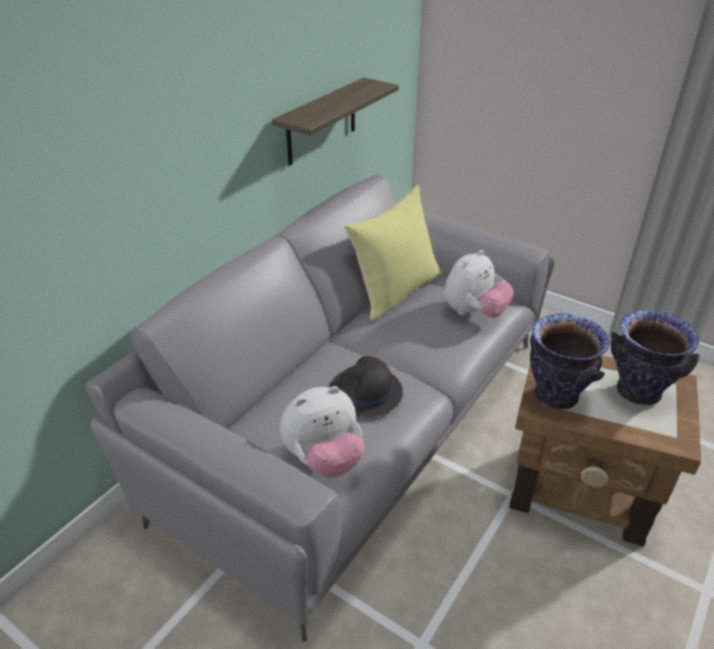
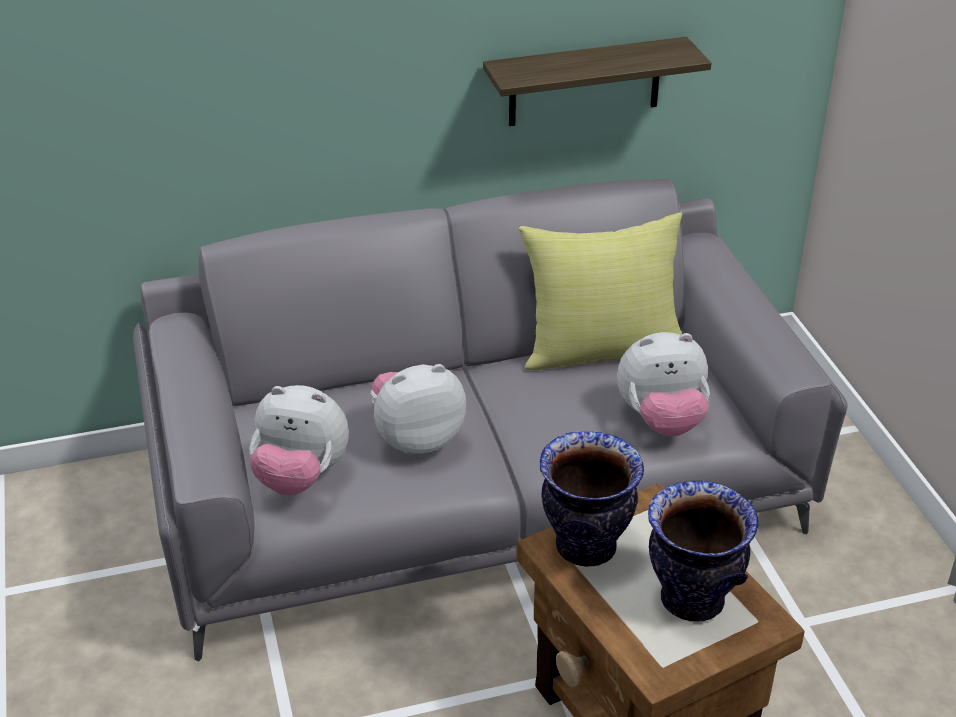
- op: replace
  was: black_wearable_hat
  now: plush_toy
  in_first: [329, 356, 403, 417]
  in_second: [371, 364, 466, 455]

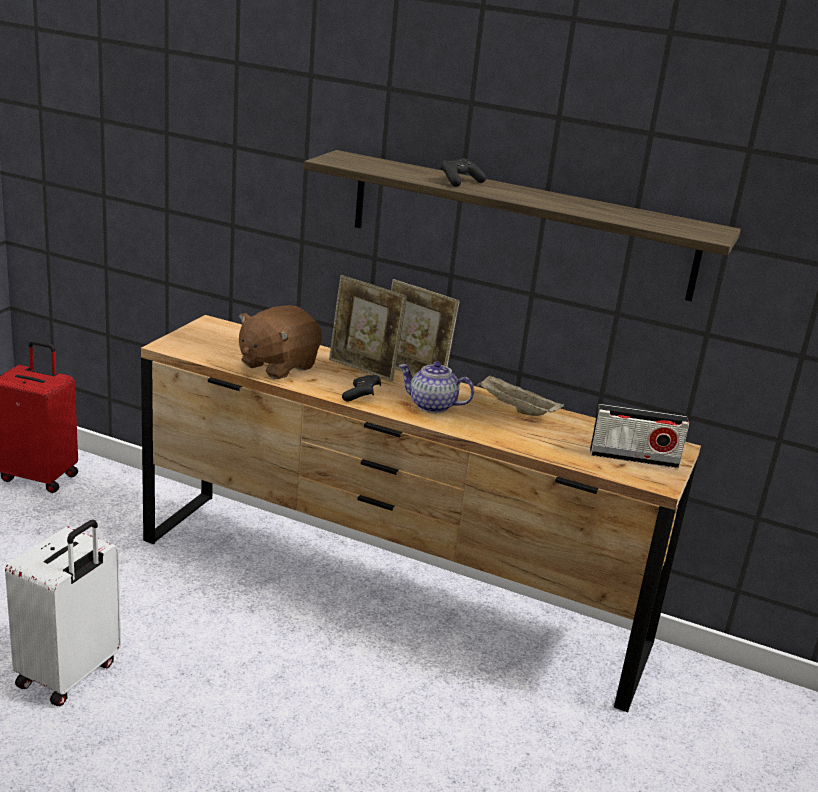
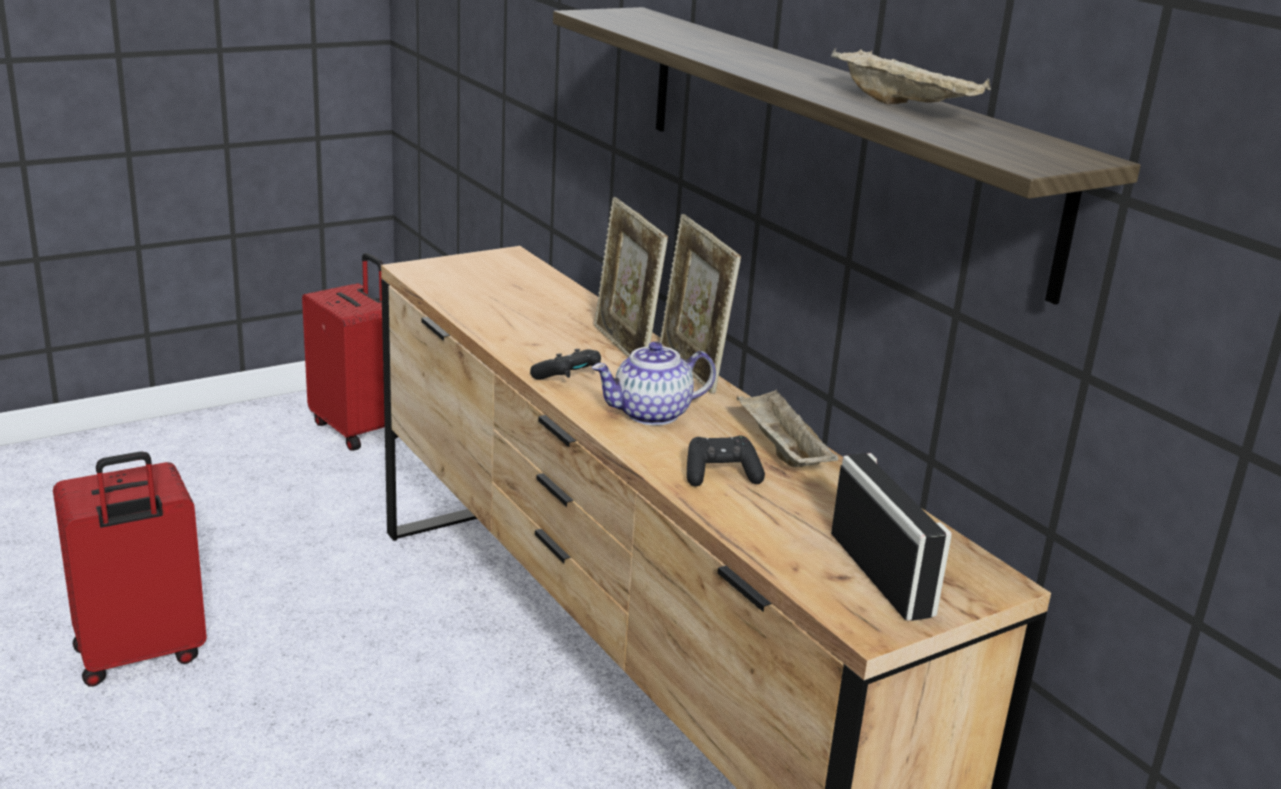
- op: move
  was: black_game_controller
  in_first: [441, 158, 486, 187]
  in_second: [687, 435, 765, 487]
- op: delete
  was: brown_plush_toy
  in_first: [239, 305, 322, 379]
- op: rotate
  was: tea_pot
  in_first: [398, 361, 474, 413]
  in_second: [592, 341, 716, 426]
  clockwise: -75
- op: rotate
  was: radio_set
  in_first: [590, 404, 689, 468]
  in_second: [831, 453, 952, 621]
  clockwise: -150
- op: recolor
  was: whitish_suitcase
  now: red-coloured_suitcase
  in_first: [5, 520, 121, 707]
  in_second: [53, 451, 207, 687]
- op: insert
  now: beige_serving_tray
  in_second: [831, 48, 991, 105]

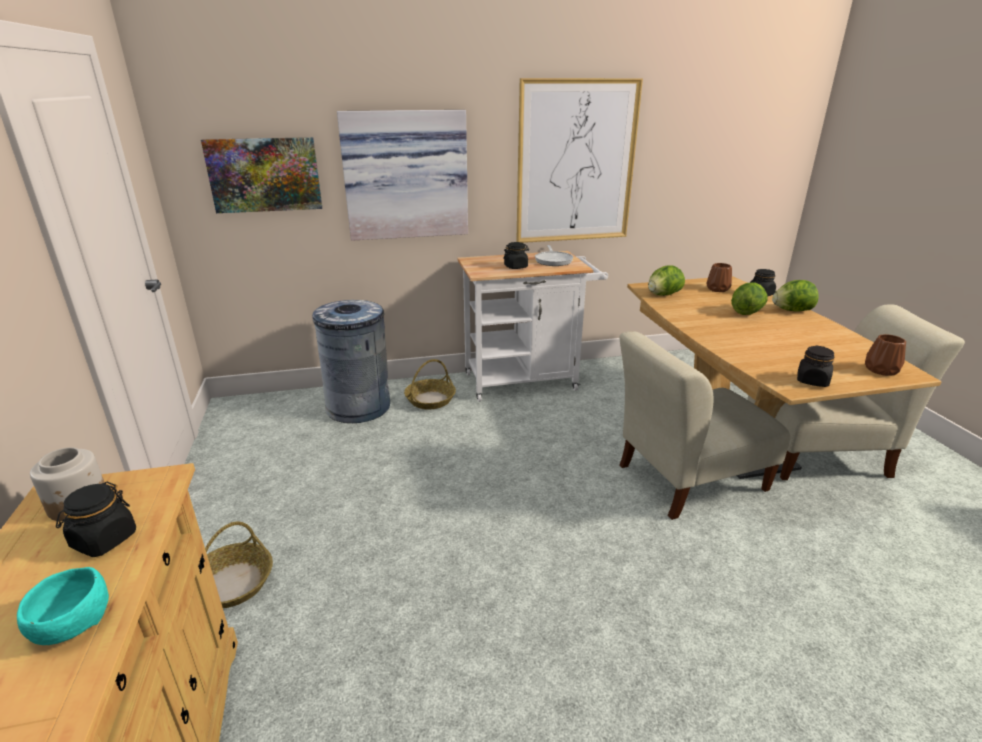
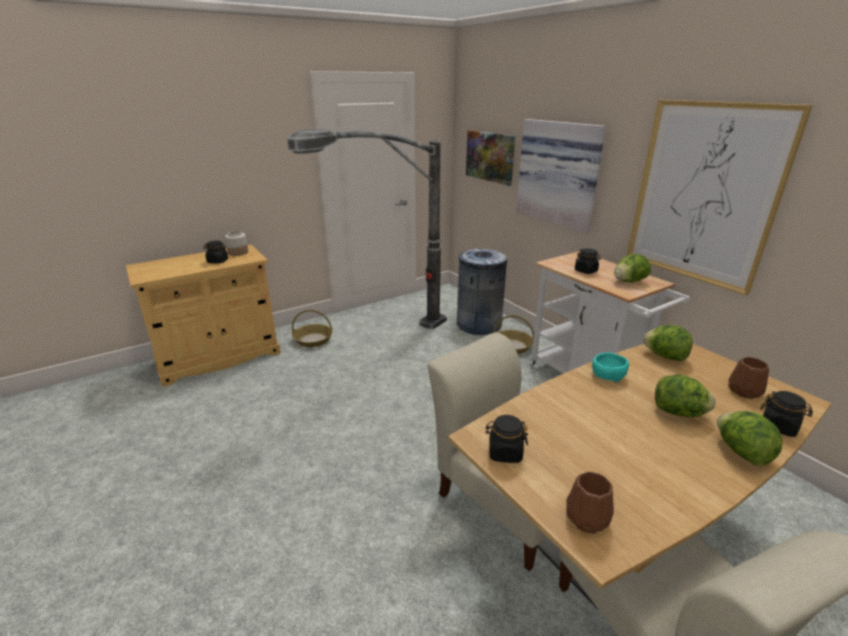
- op: replace
  was: skillet
  now: lettuce_head
  in_first: [535, 245, 573, 266]
  in_second: [614, 254, 651, 282]
- op: move
  was: blue-green_serving_bowl
  in_first: [17, 567, 109, 645]
  in_second: [592, 353, 629, 382]
- op: insert
  now: standing_lamp
  in_second: [287, 129, 447, 329]

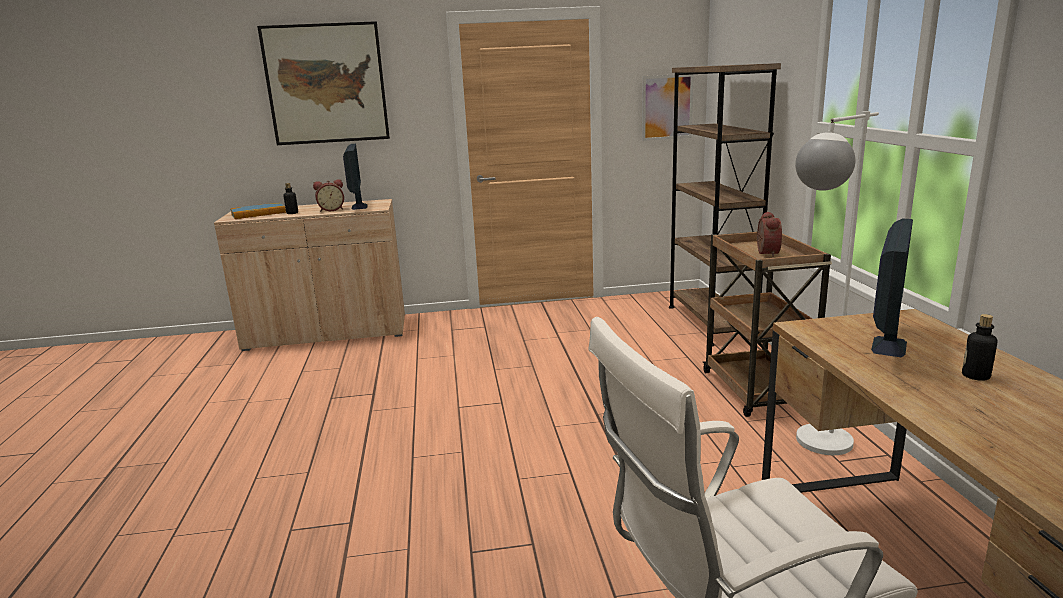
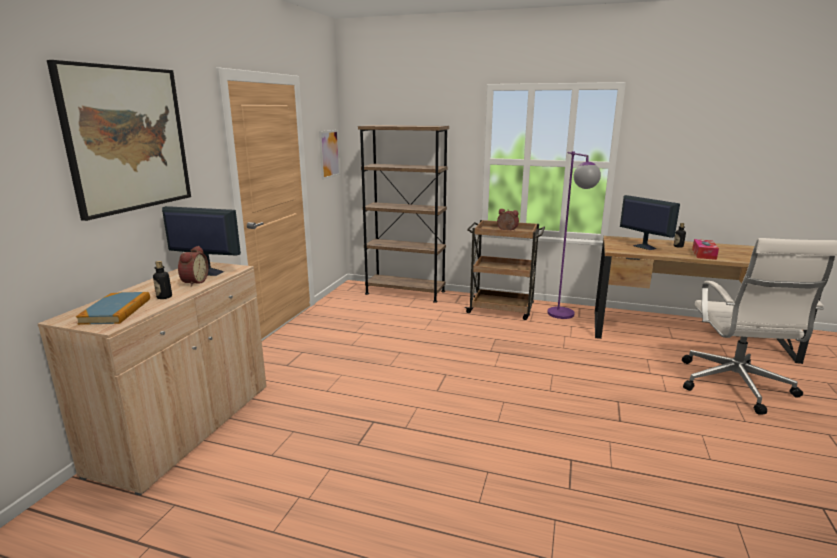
- op: recolor
  was: whitish_standing_lamp
  now: purplish_standing_lamp
  in_first: [795, 111, 879, 455]
  in_second: [547, 151, 601, 319]
- op: insert
  now: tissue_holder
  in_second: [692, 239, 719, 260]

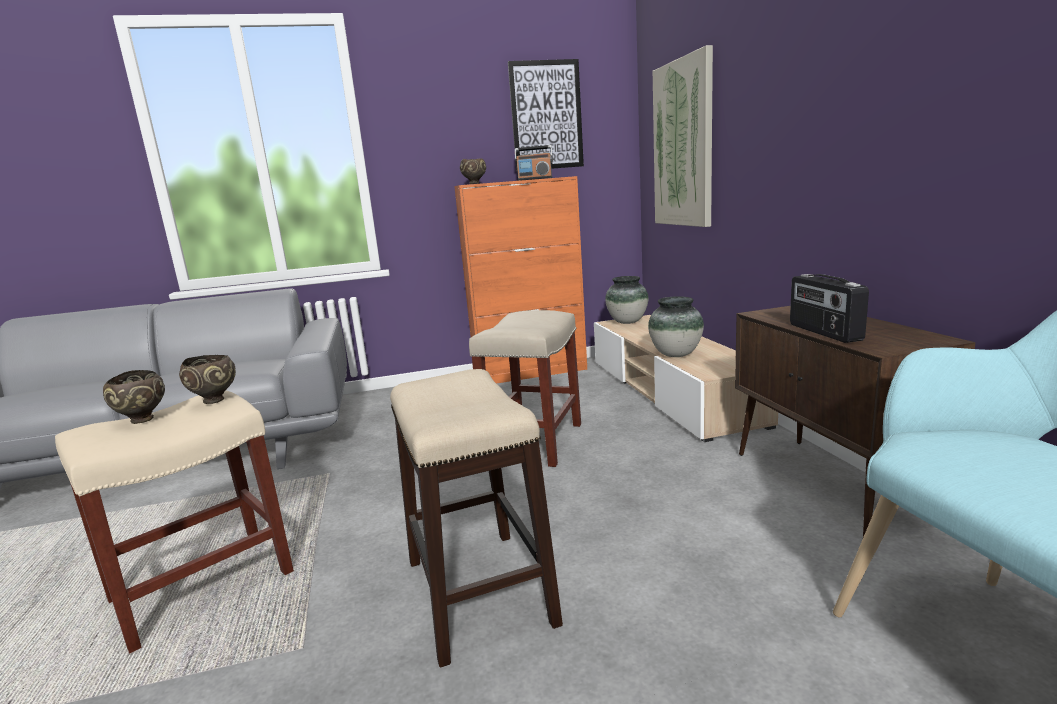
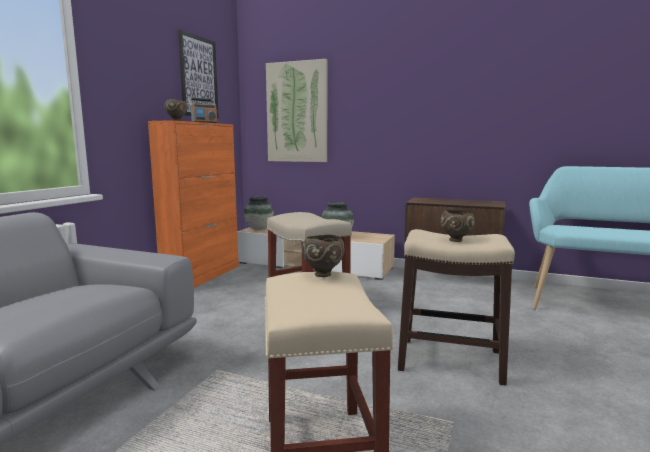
- op: delete
  was: radio_set
  in_first: [790, 274, 869, 343]
- op: move
  was: brown_serving_bowl
  in_first: [103, 370, 165, 424]
  in_second: [440, 210, 475, 242]

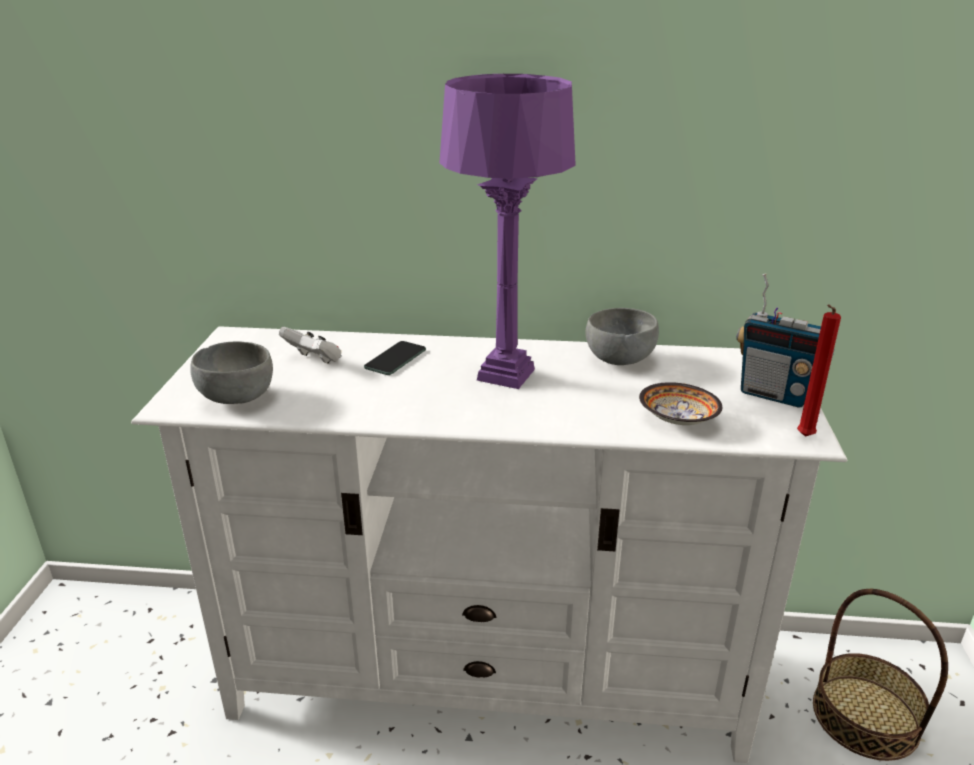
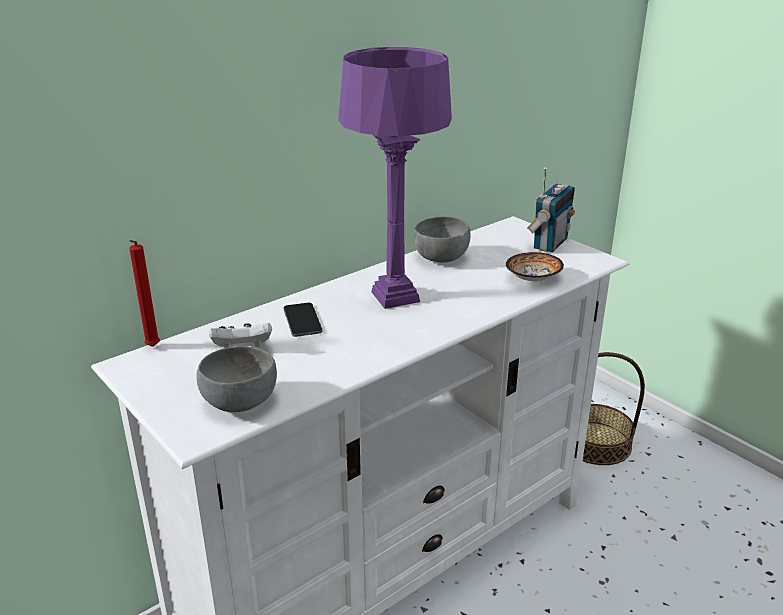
- op: rotate
  was: radio_set
  in_first: [736, 273, 834, 408]
  in_second: [527, 167, 575, 252]
  clockwise: -45
- op: move
  was: red-coloured_wax_light
  in_first: [797, 305, 841, 437]
  in_second: [129, 240, 160, 347]

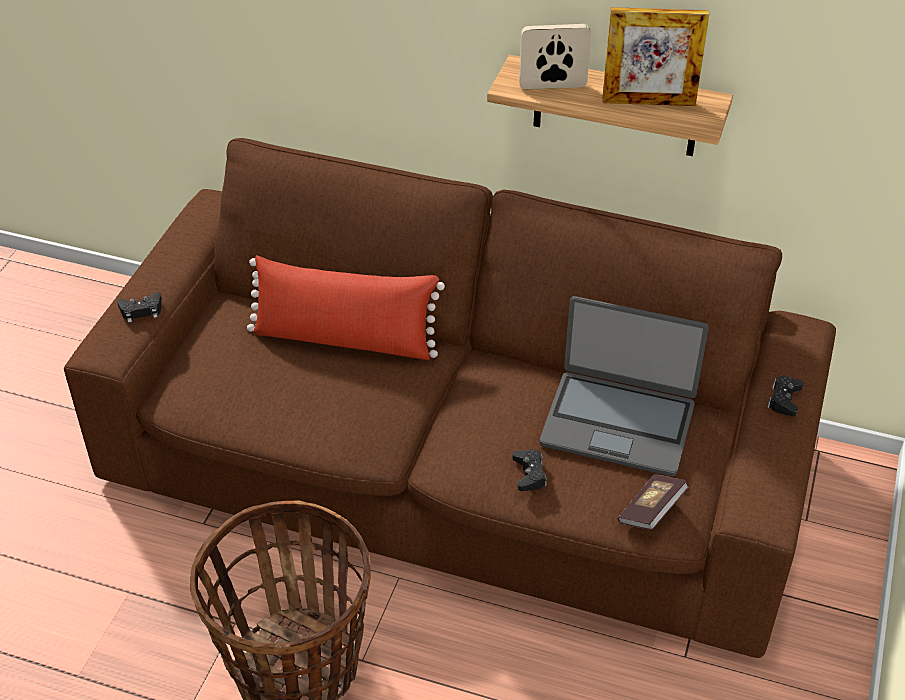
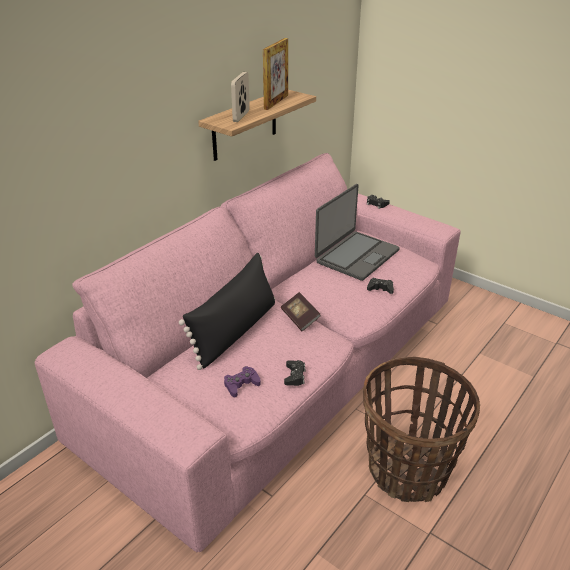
- op: recolor
  was: brown_settee
  now: pink-coloured_settee
  in_first: [64, 138, 836, 658]
  in_second: [34, 153, 461, 552]
- op: recolor
  was: red-coloured_cushion
  now: black_cushion
  in_first: [247, 255, 445, 360]
  in_second: [179, 253, 275, 370]
- op: move
  was: black_game_controller
  in_first: [117, 292, 162, 323]
  in_second: [284, 360, 305, 386]
- op: move
  was: book
  in_first: [617, 474, 689, 530]
  in_second: [281, 292, 321, 332]
- op: insert
  now: purplish_game_controller
  in_second: [224, 366, 261, 397]

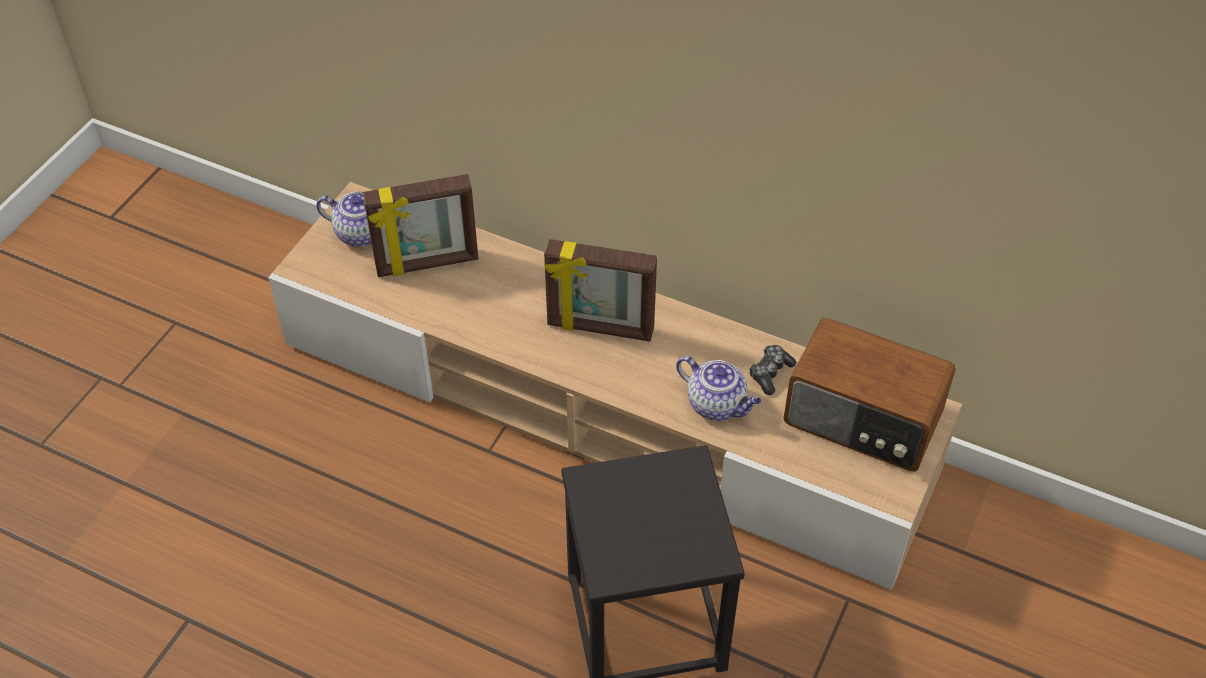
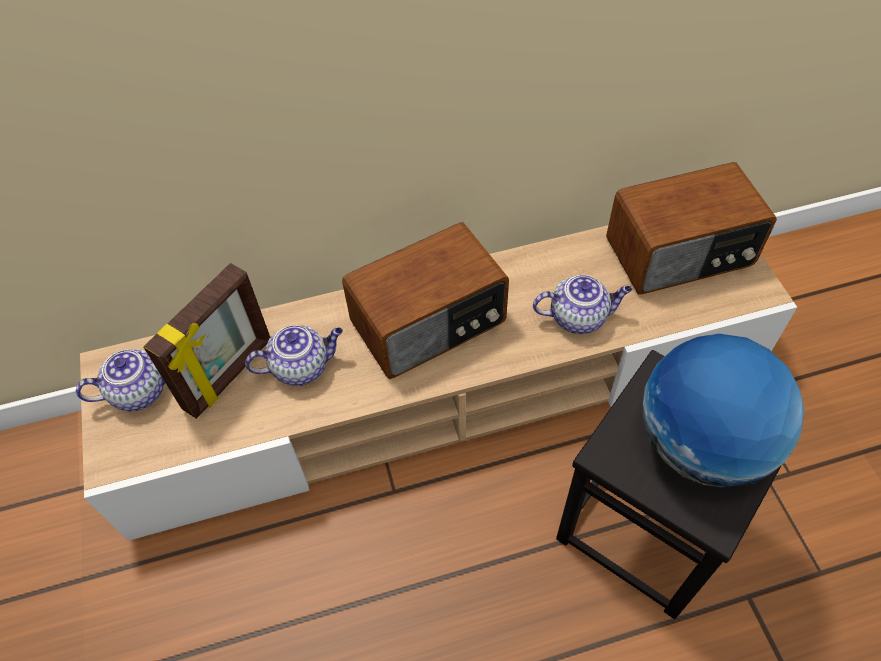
- op: replace
  was: picture_frame
  now: radio_set
  in_first: [544, 239, 657, 341]
  in_second: [342, 222, 509, 379]
- op: delete
  was: game_controller
  in_first: [749, 345, 796, 395]
- op: insert
  now: tea_pot
  in_second: [245, 325, 343, 386]
- op: insert
  now: globe
  in_second: [643, 334, 804, 487]

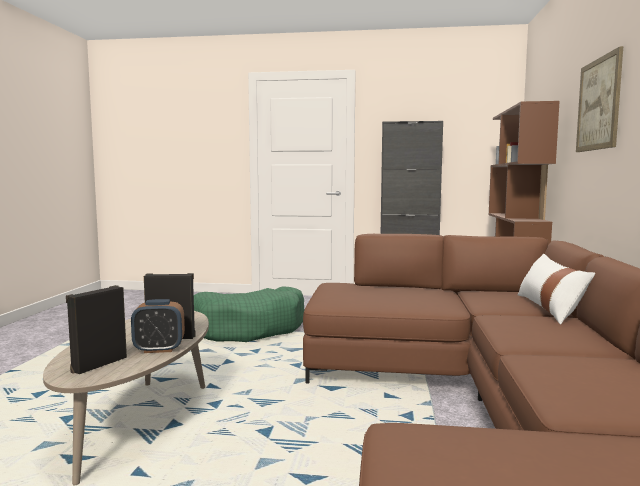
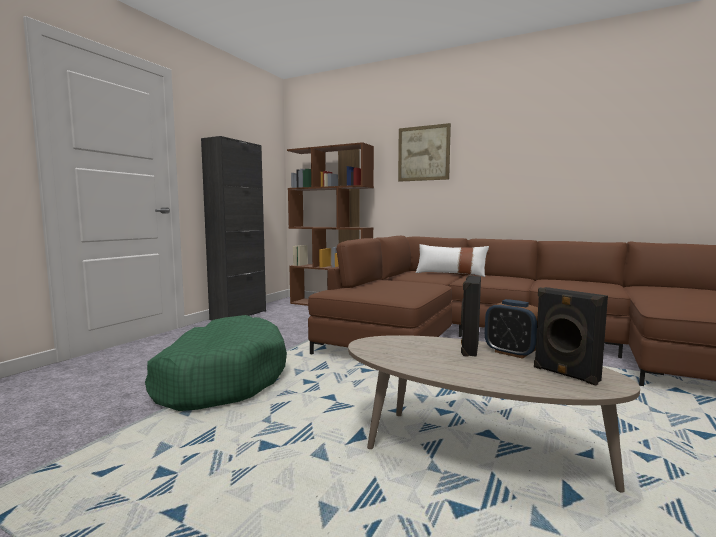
- op: rotate
  was: bedside_clock
  in_first: [131, 299, 185, 353]
  in_second: [485, 299, 538, 359]
  clockwise: 120

